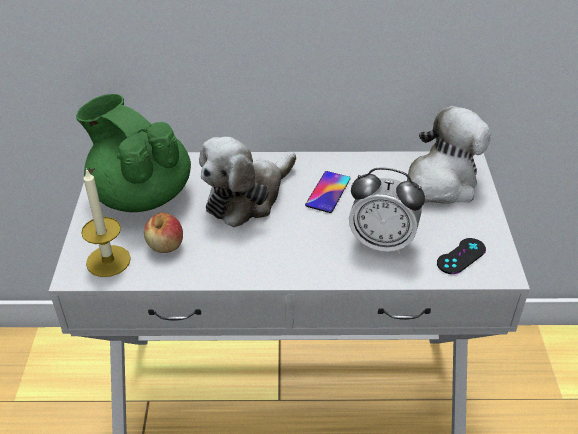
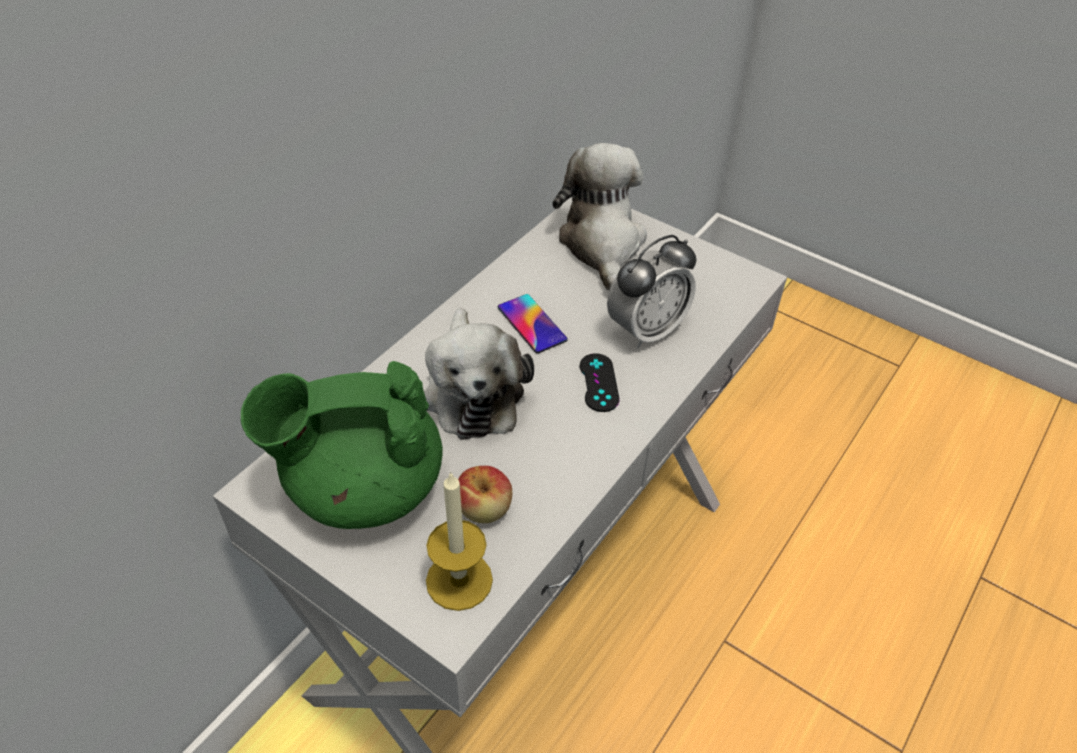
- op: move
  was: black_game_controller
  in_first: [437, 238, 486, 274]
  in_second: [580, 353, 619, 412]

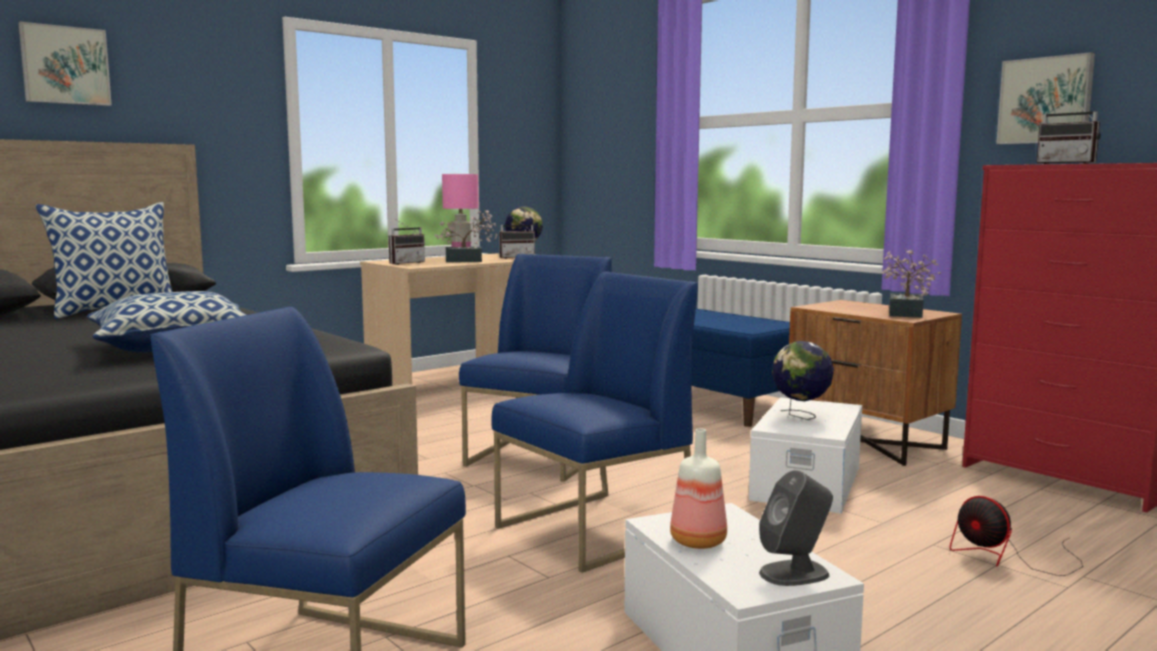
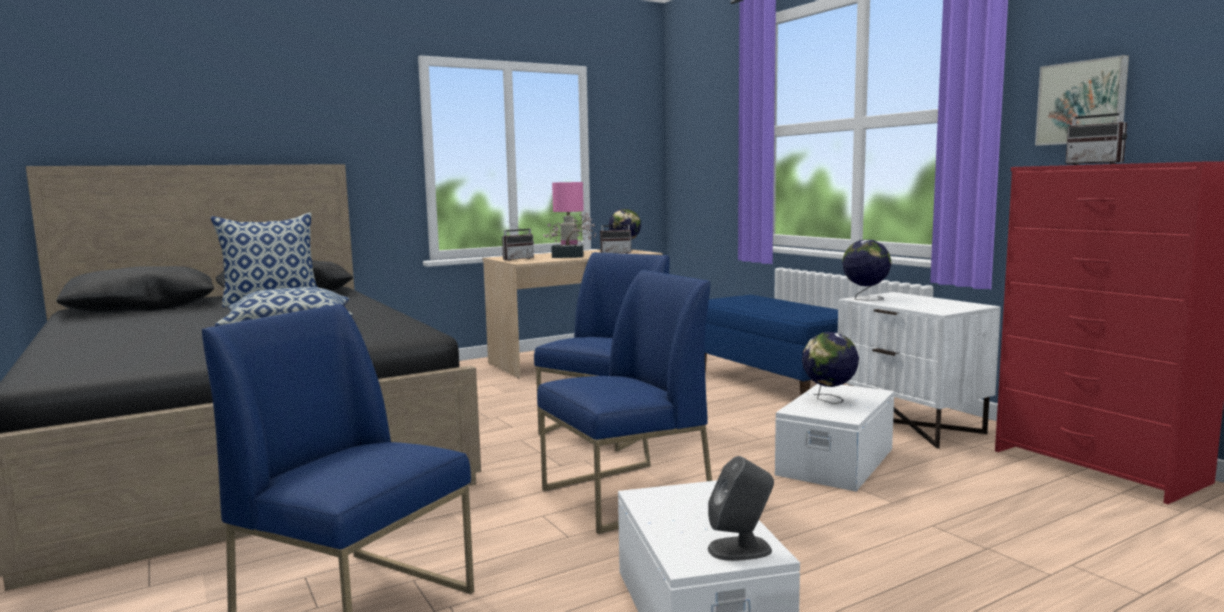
- op: delete
  was: wall_picture
  in_first: [18, 22, 112, 106]
- op: delete
  was: houseplant
  in_first: [881, 249, 941, 318]
- op: recolor
  was: brown_night_table
  now: whitish_night_table
  in_first: [789, 300, 962, 466]
  in_second: [838, 292, 1001, 448]
- op: delete
  was: beverage_bottle
  in_first: [670, 428, 727, 549]
- op: delete
  was: electric_fan
  in_first: [950, 496, 1083, 576]
- op: insert
  now: globe
  in_second: [842, 240, 892, 301]

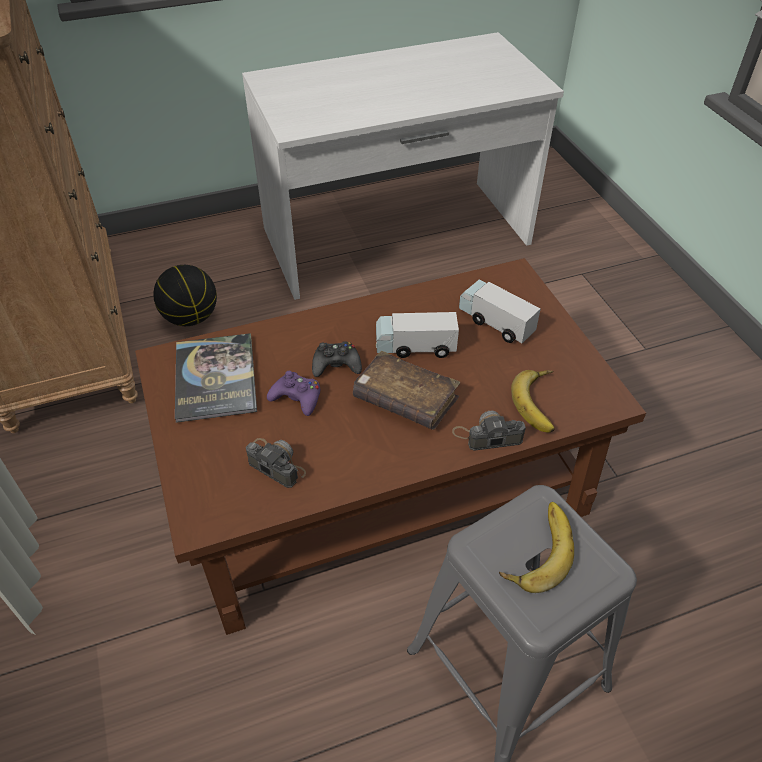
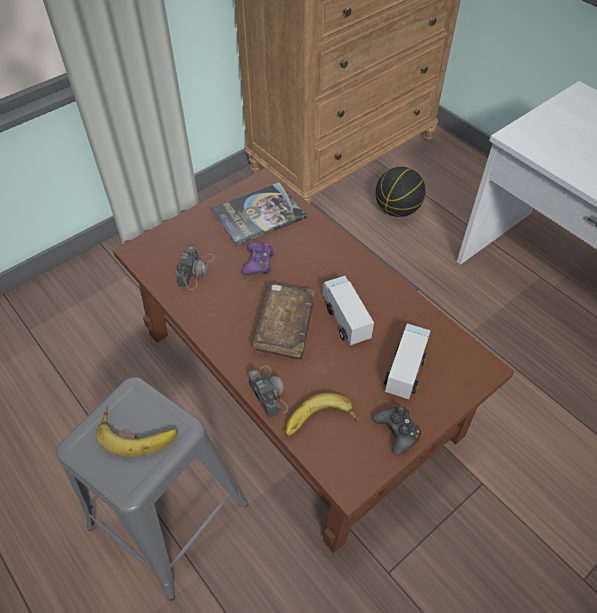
- op: move
  was: black_game_controller
  in_first: [312, 341, 362, 377]
  in_second: [373, 406, 421, 456]

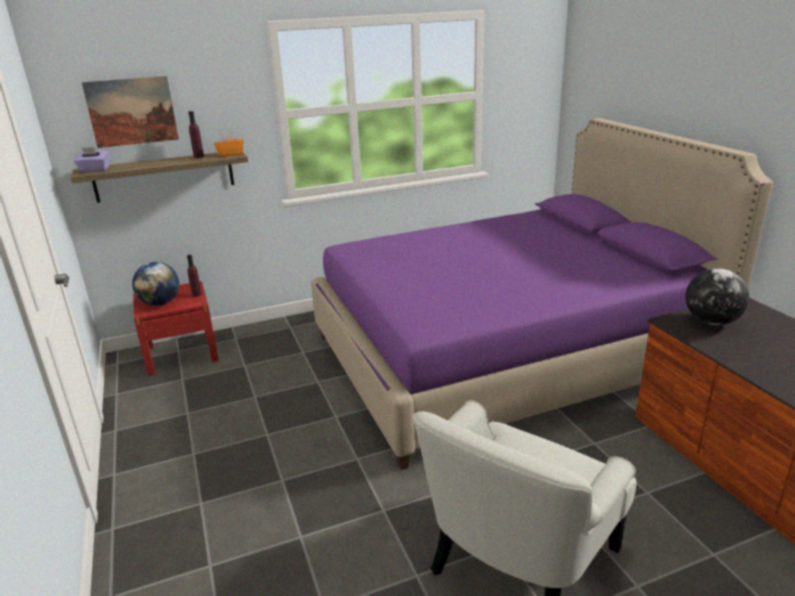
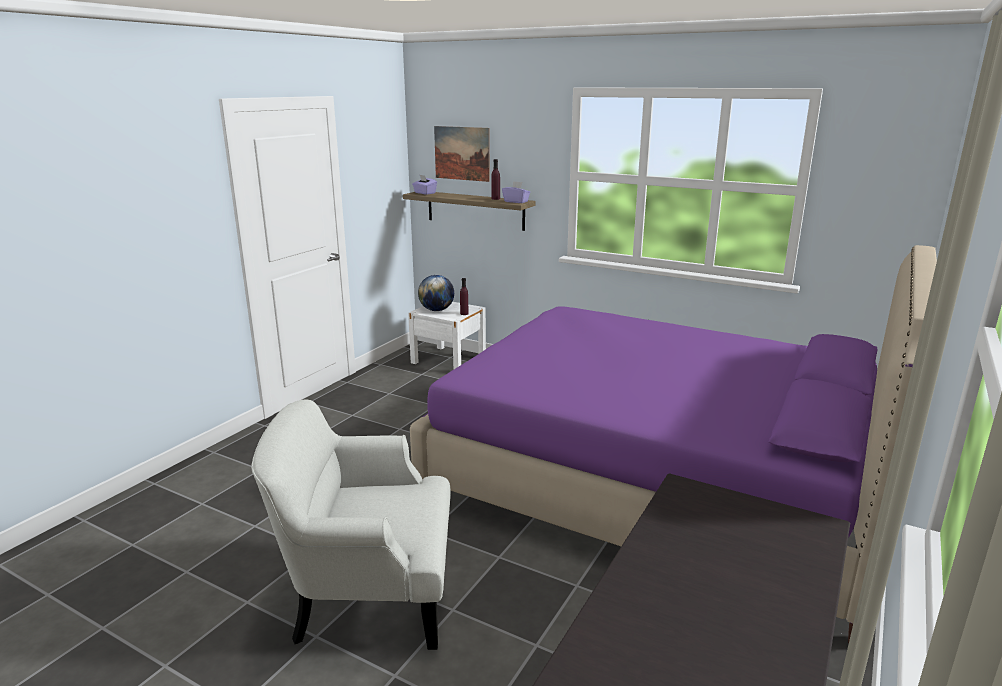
- op: recolor
  was: orange_tissue_holder
  now: purplish_tissue_holder
  in_first: [214, 131, 244, 157]
  in_second: [502, 181, 531, 203]
- op: delete
  was: globe
  in_first: [685, 268, 749, 325]
- op: recolor
  was: red-coloured_night_table
  now: whitish_night_table
  in_first: [133, 281, 219, 376]
  in_second: [408, 302, 486, 370]

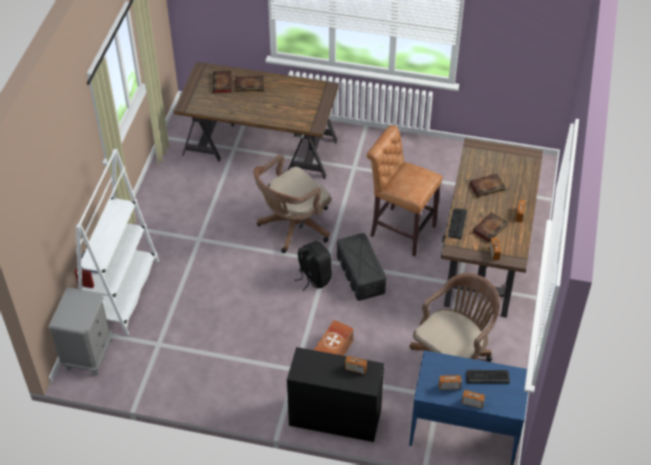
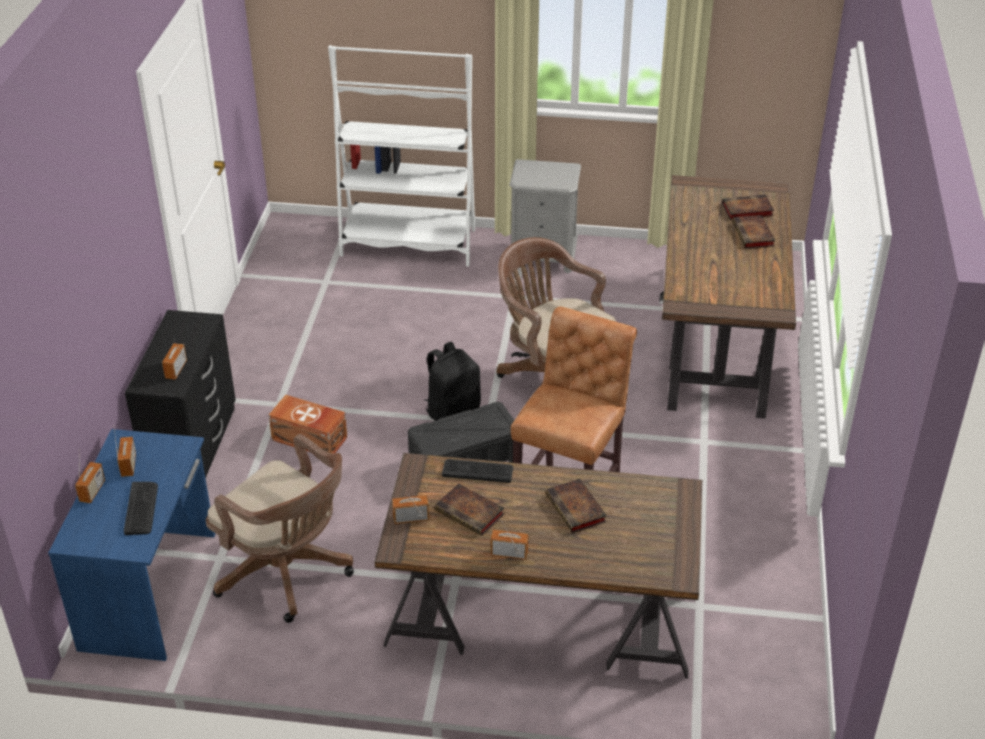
- op: move
  was: greyish_night_table
  in_first: [49, 287, 112, 376]
  in_second: [509, 159, 581, 274]

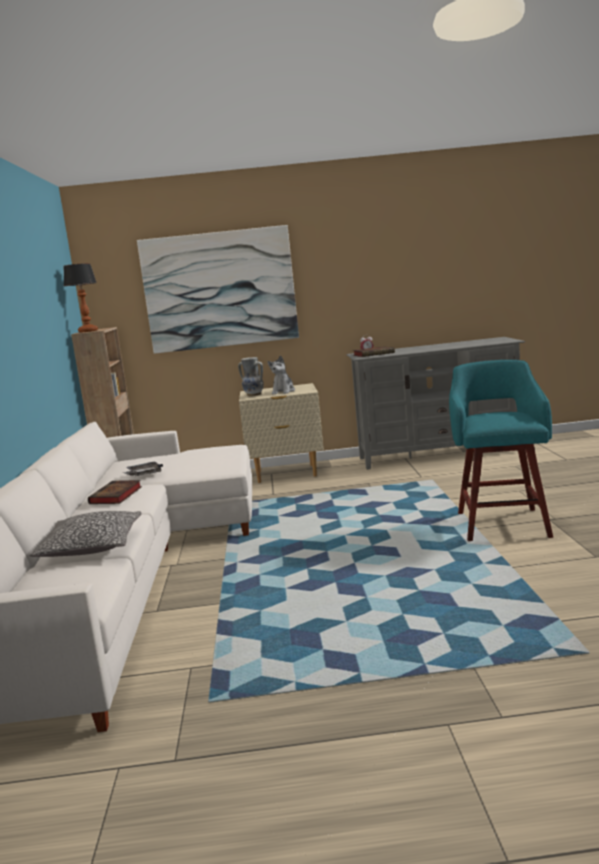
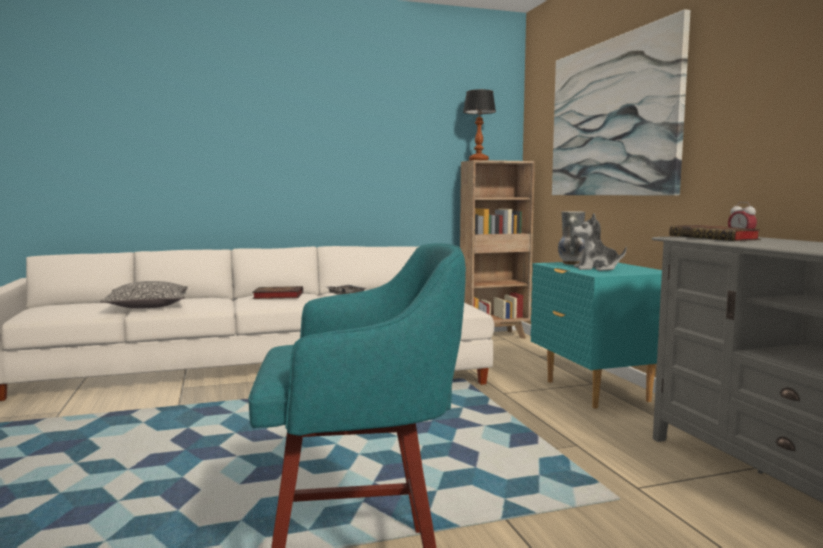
- op: recolor
  was: beige_night_table
  now: blue-green_night_table
  in_first: [239, 383, 324, 483]
  in_second: [531, 262, 662, 409]

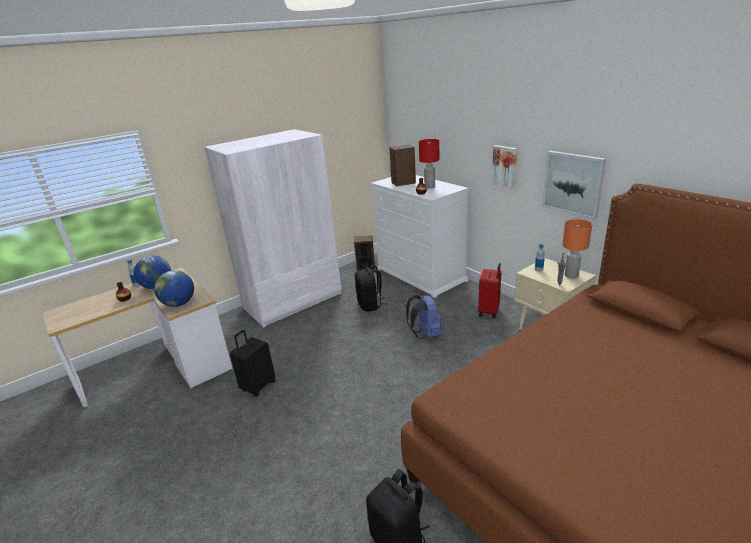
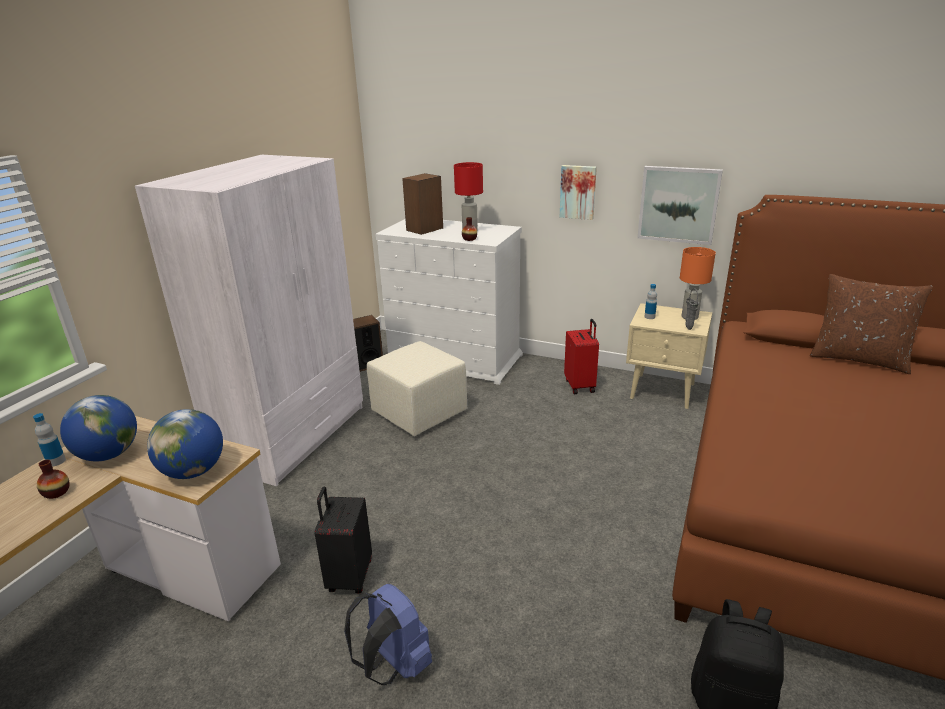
- op: replace
  was: black_rucksack
  now: beige_ottoman
  in_first: [355, 265, 384, 312]
  in_second: [367, 341, 467, 436]
- op: move
  was: blue_rucksack
  in_first: [406, 295, 442, 339]
  in_second: [344, 584, 432, 685]
- op: insert
  now: brown_cushion
  in_second: [810, 274, 933, 374]

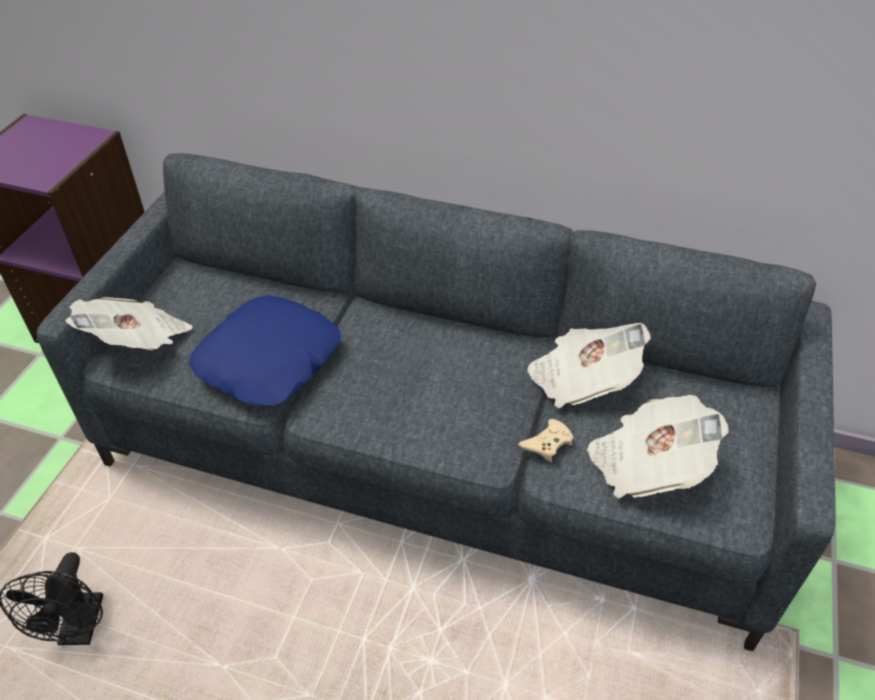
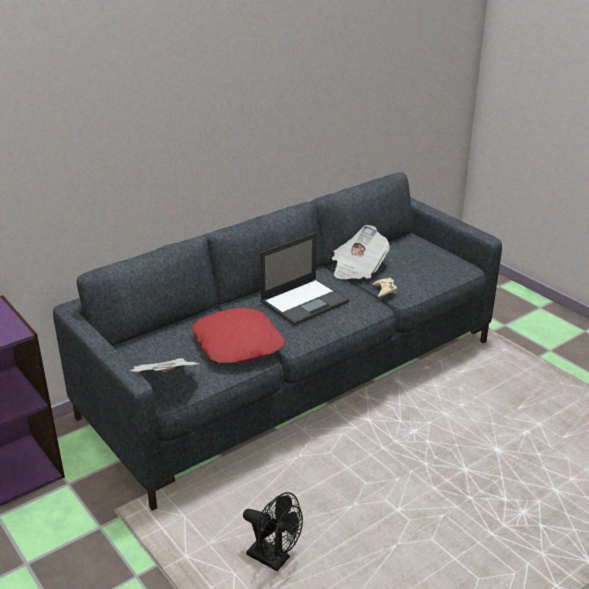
- op: recolor
  was: blue_cushion
  now: red-coloured_cushion
  in_first: [189, 295, 341, 406]
  in_second: [192, 308, 284, 363]
- op: delete
  was: daily_paper
  in_first: [587, 395, 729, 498]
- op: insert
  now: laptop
  in_second: [260, 233, 349, 325]

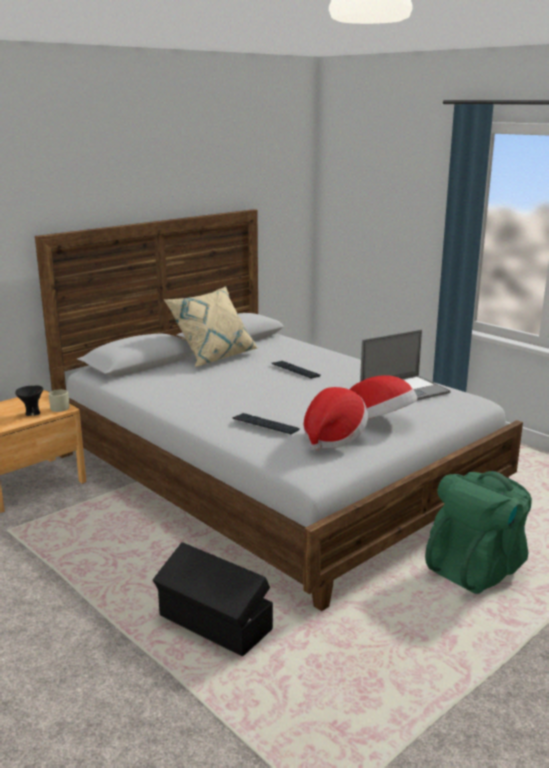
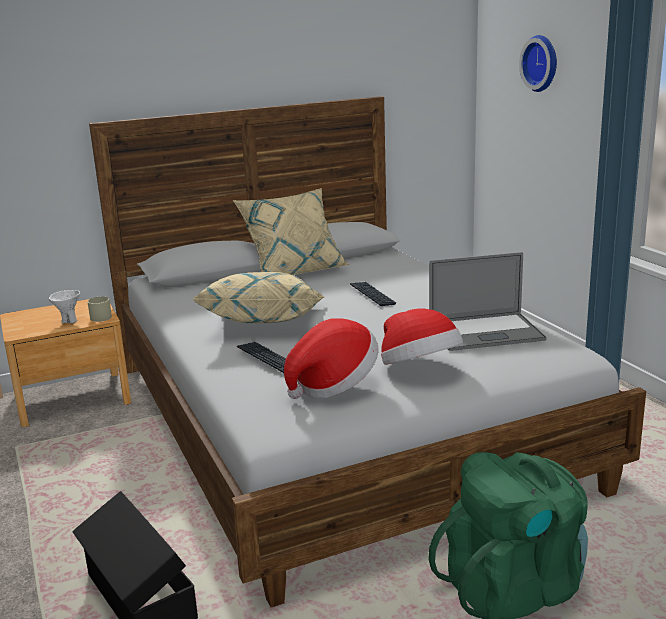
- op: recolor
  was: black_serving_bowl
  now: whitish_serving_bowl
  in_first: [15, 385, 43, 416]
  in_second: [49, 290, 80, 323]
- op: insert
  now: hanging_clock
  in_second: [519, 35, 557, 92]
- op: insert
  now: beige_cushion
  in_second: [191, 272, 324, 323]

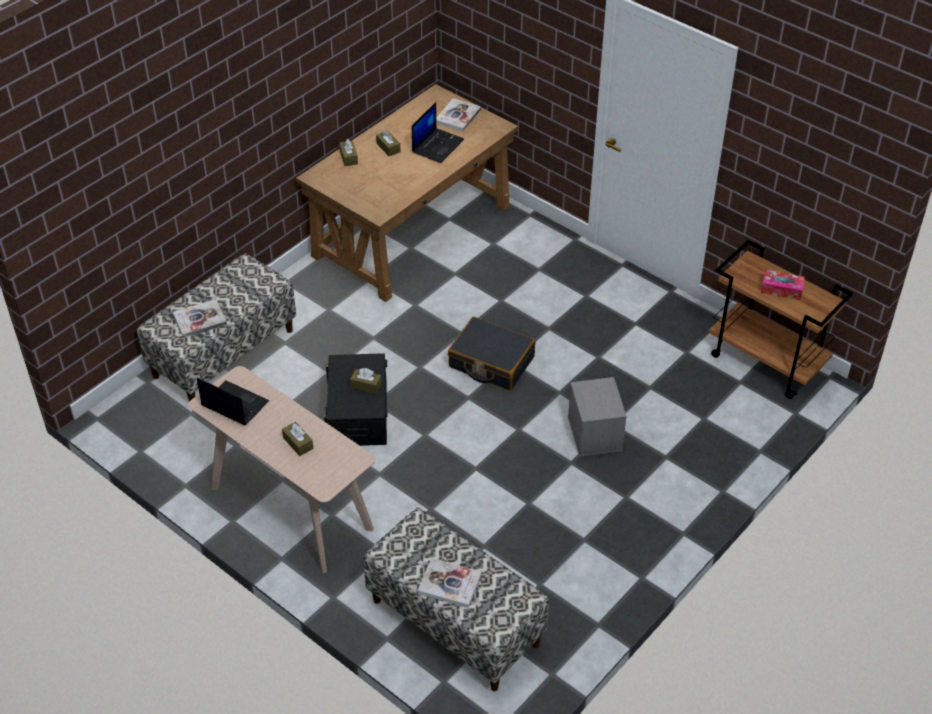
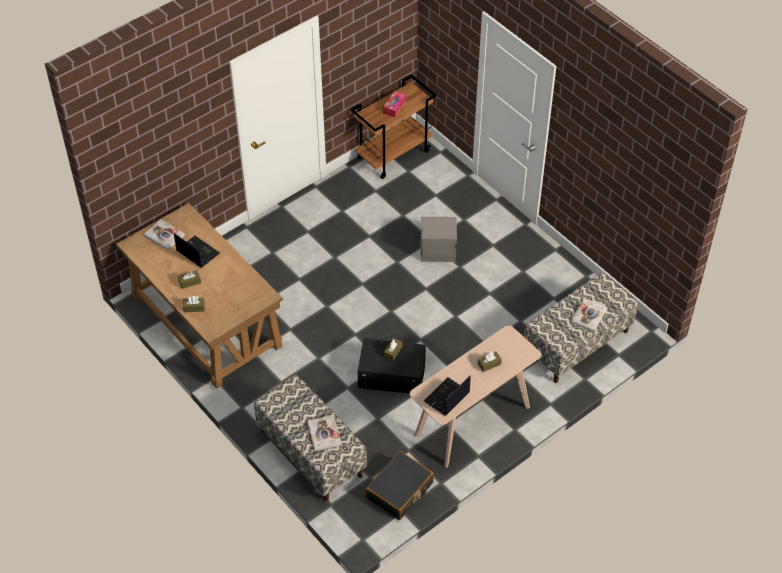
- op: move
  was: black_suitcase
  in_first: [448, 317, 535, 390]
  in_second: [366, 451, 434, 520]

